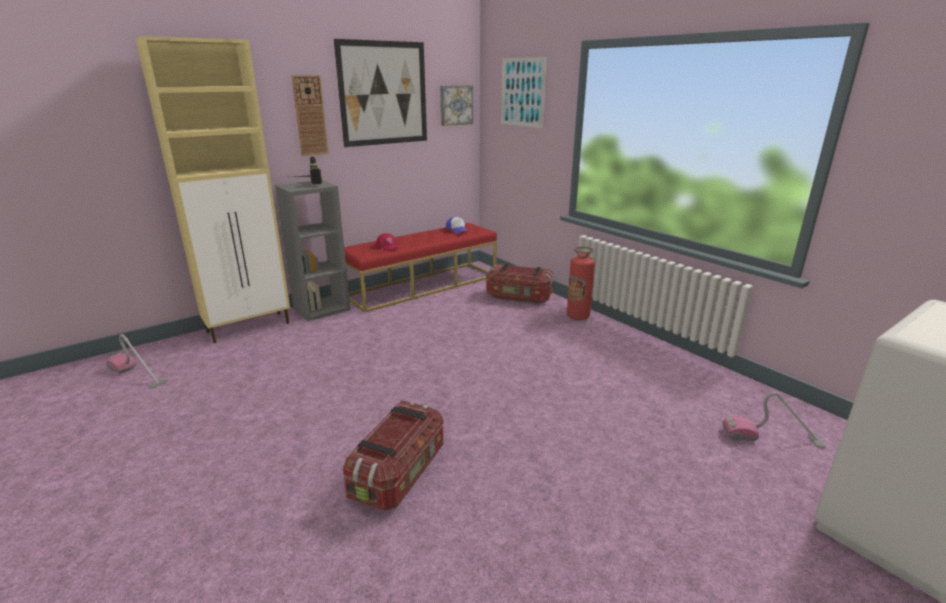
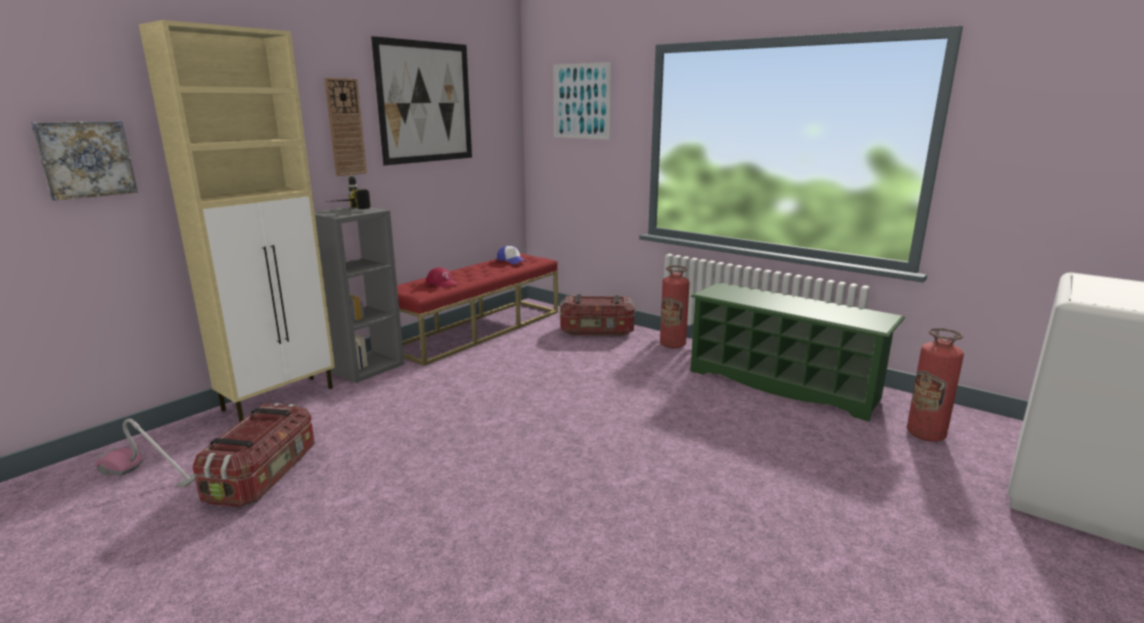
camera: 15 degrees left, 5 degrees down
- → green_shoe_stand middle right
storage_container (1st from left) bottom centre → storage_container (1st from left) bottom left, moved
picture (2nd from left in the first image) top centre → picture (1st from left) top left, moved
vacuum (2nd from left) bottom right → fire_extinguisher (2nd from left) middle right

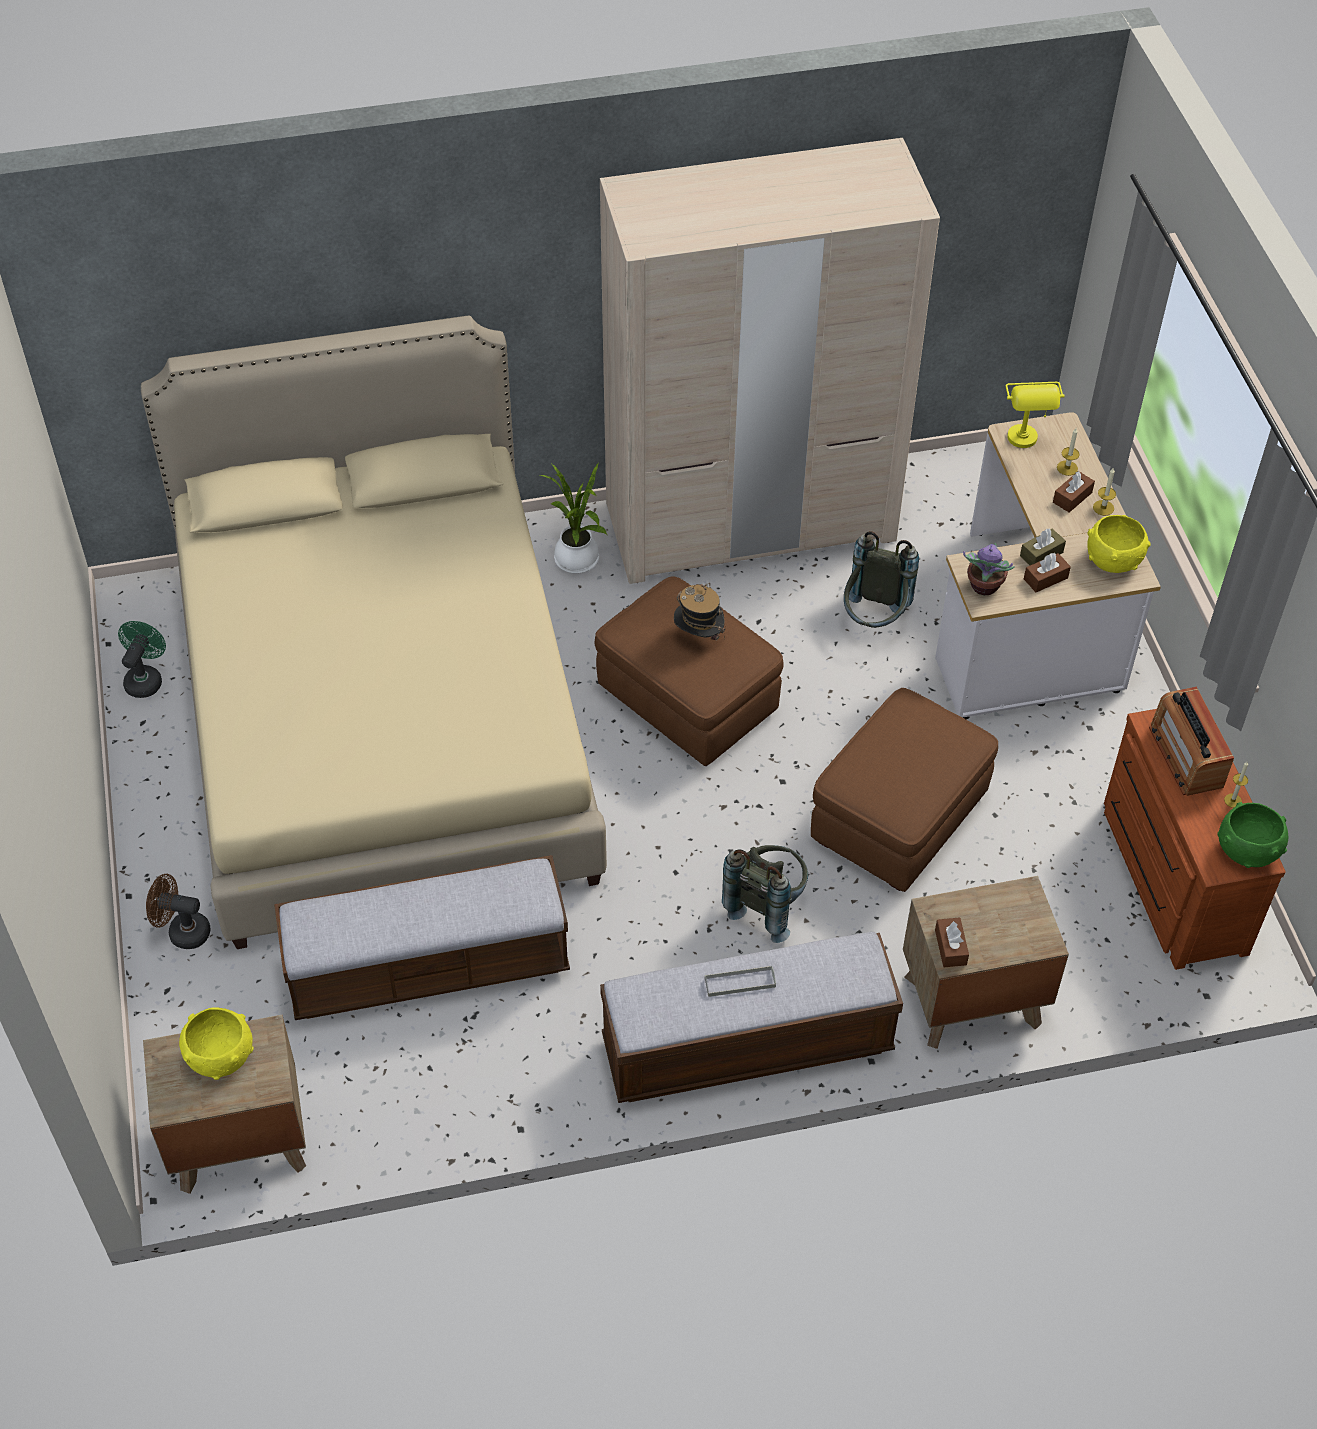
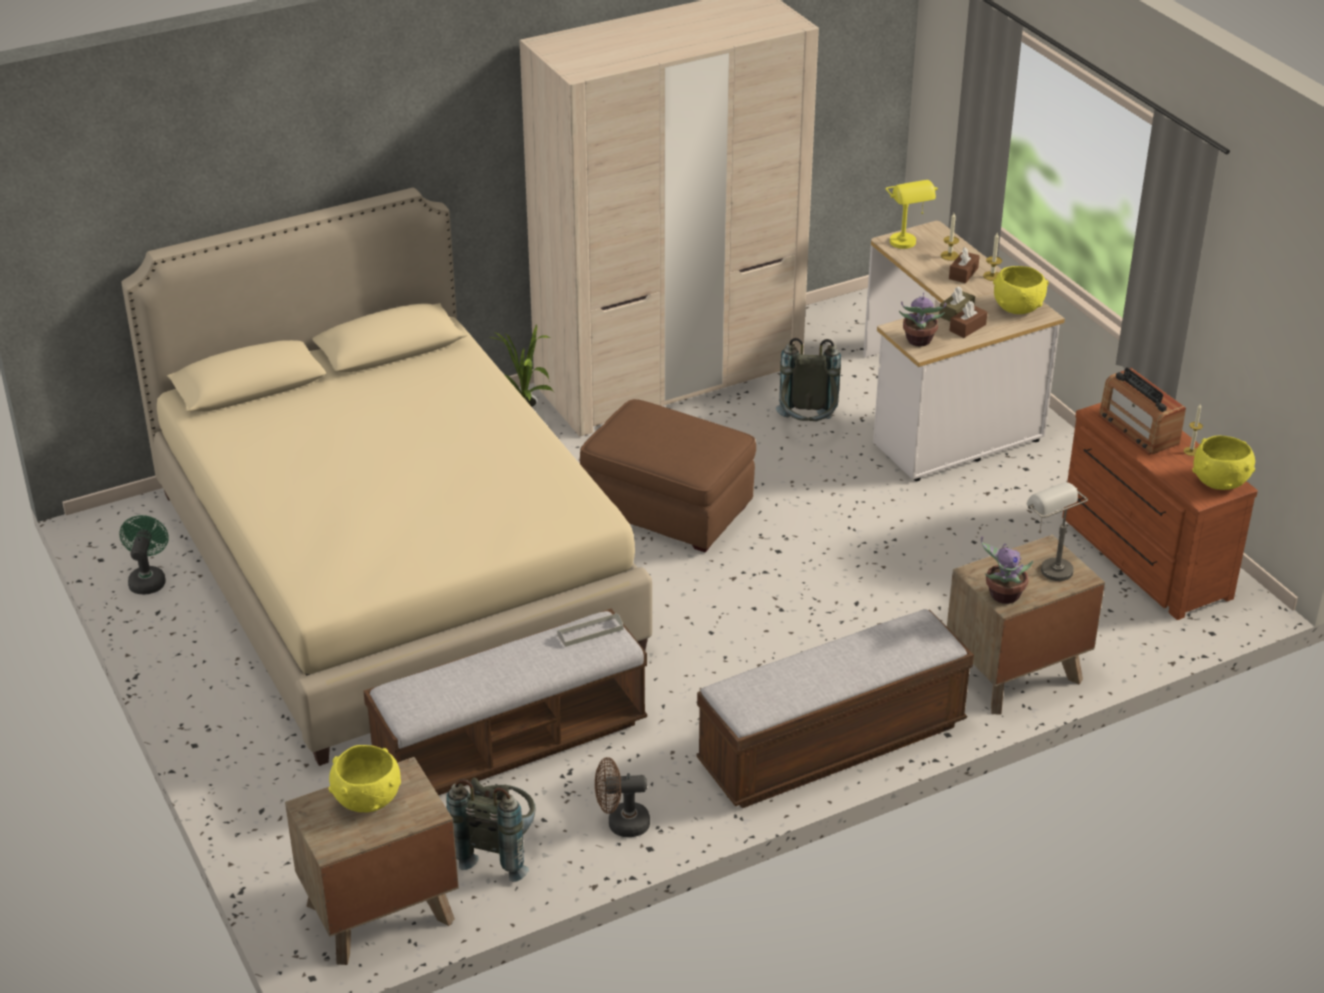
camera: 15 degrees left, 15 degrees down
wearable_hat centre → -
brown-coloured_pouffe (2nd from left) middle right → -
- → greyish_lamp_for_a_table middle right
brown-coloured_cooling_fan middle left → brown-coloured_cooling_fan bottom centre, moved
greyish_tray bottom centre → greyish_tray centre, moved
greyish_rucksack (1st from left) centre → greyish_rucksack (1st from left) bottom centre, moved
brown-coloured_tissue_holder (1st from left) middle right → plant_in_a_pot (3rd from left) middle right
green_serving_bowl middle right → yellow_serving_bowl (3rd from left) middle right

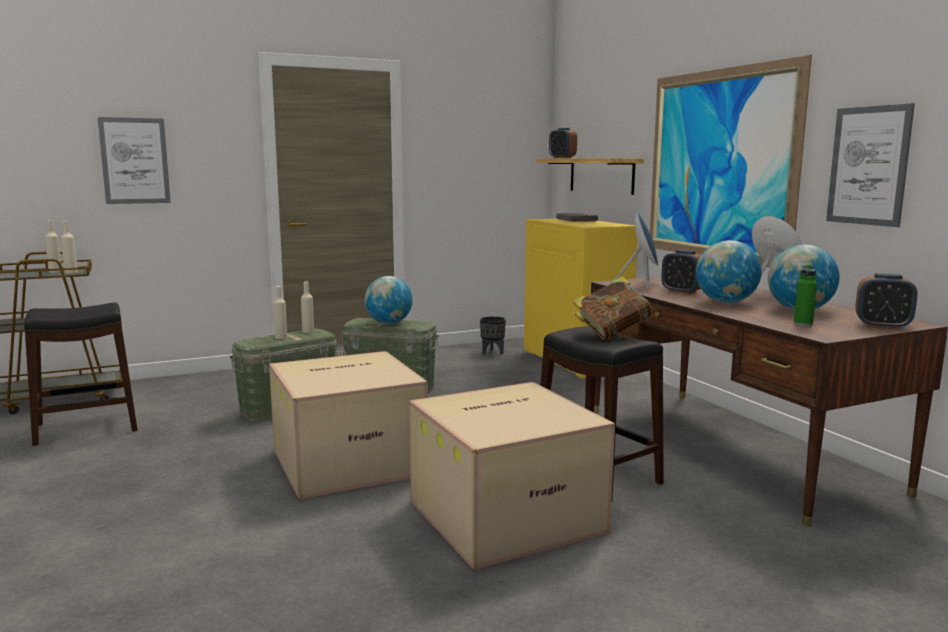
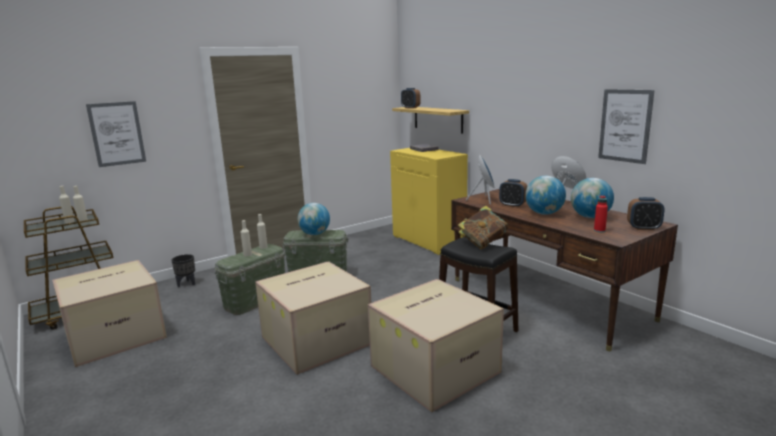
camera: 10 degrees left, 5 degrees up
picture (2nd from left) top right → -
black-coloured_planter centre → black-coloured_planter middle left, moved
black-coloured_sitting_stool (1st from left) middle left → cardboard_box (1st from left) bottom left
green_bottle middle right → red-coloured_bottle middle right

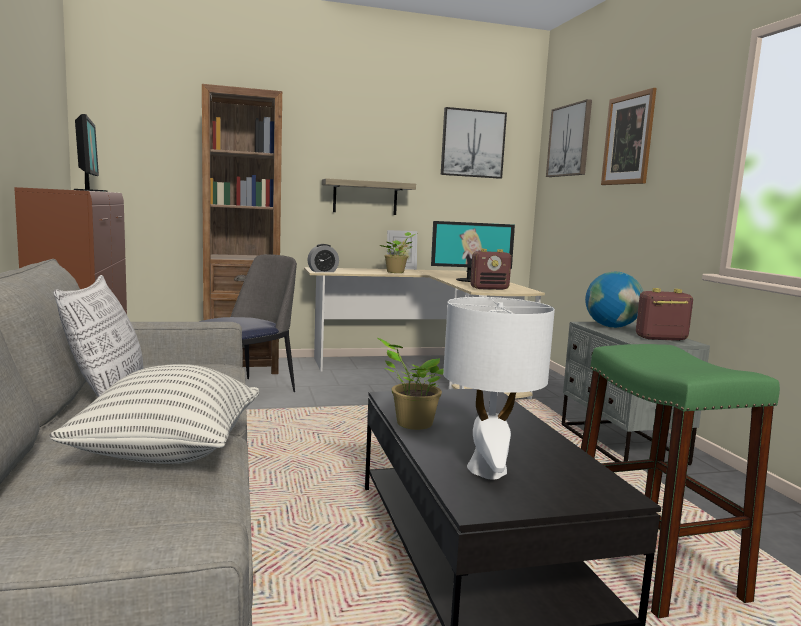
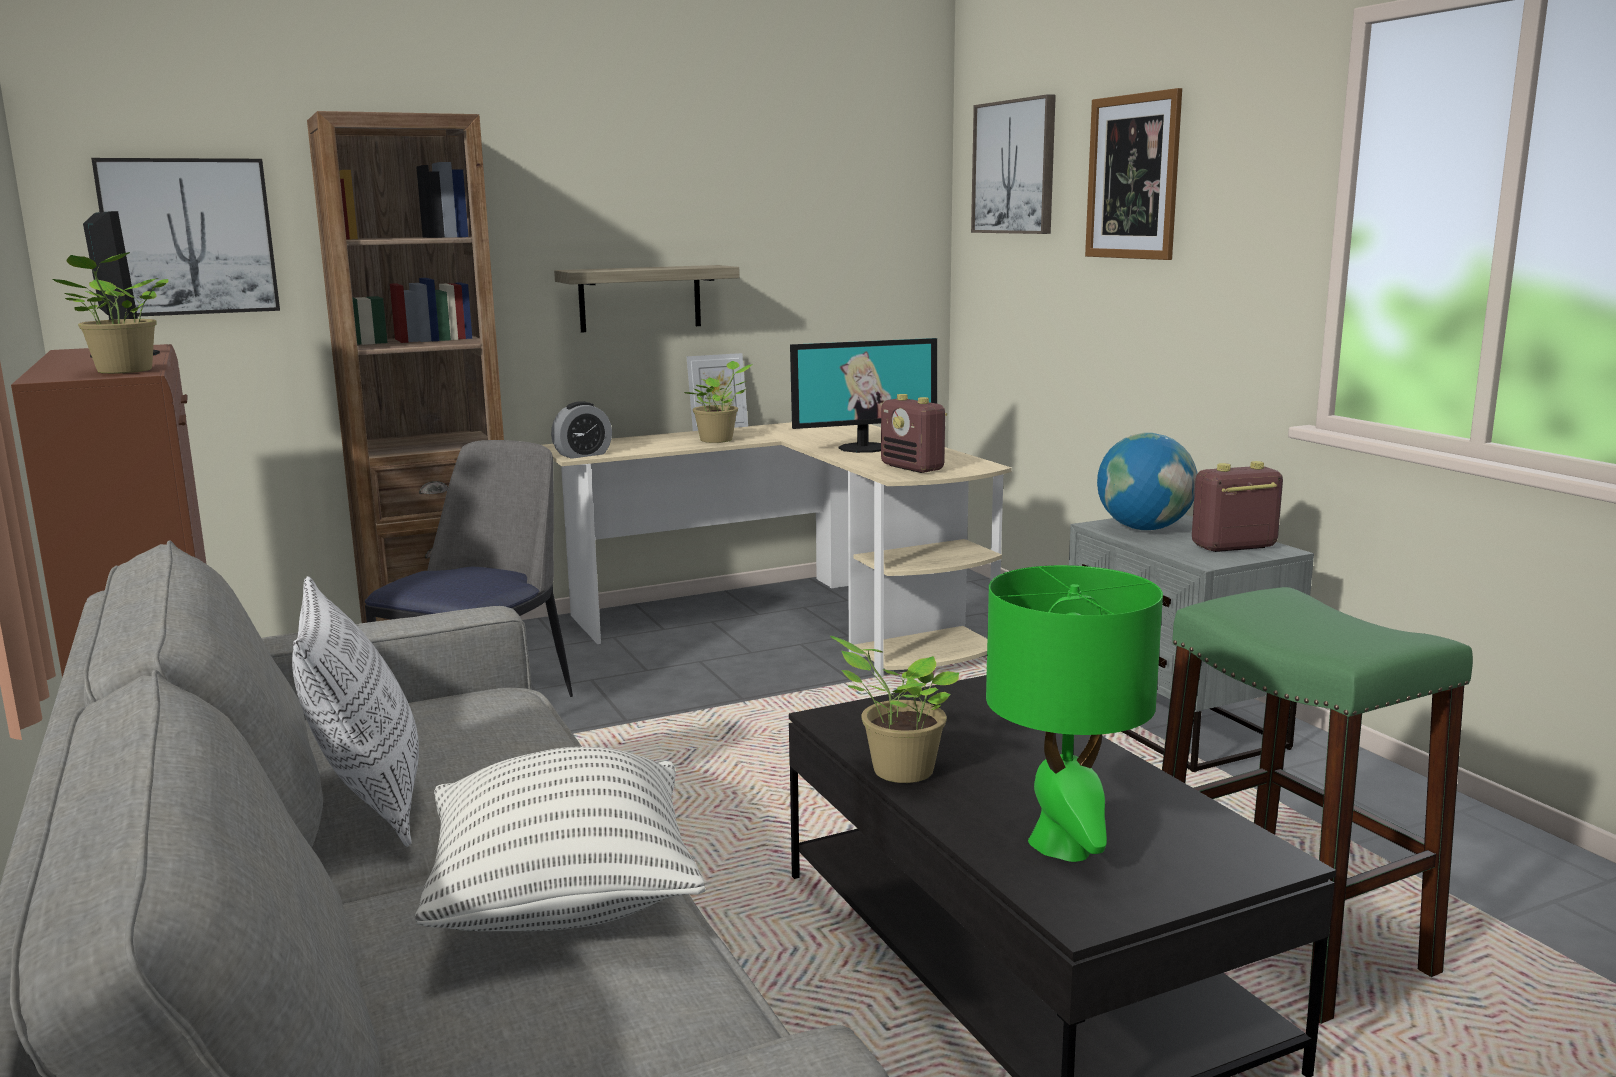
camera: 10 degrees left, 5 degrees up
- → plant_in_a_pot (1st from left) top left
picture (1st from left) top centre → picture (1st from left) top left, moved
whitish_lamp_for_a_table centre → green_lamp_for_a_table centre
radio (1st from left) centre, 75 degrees clockwise

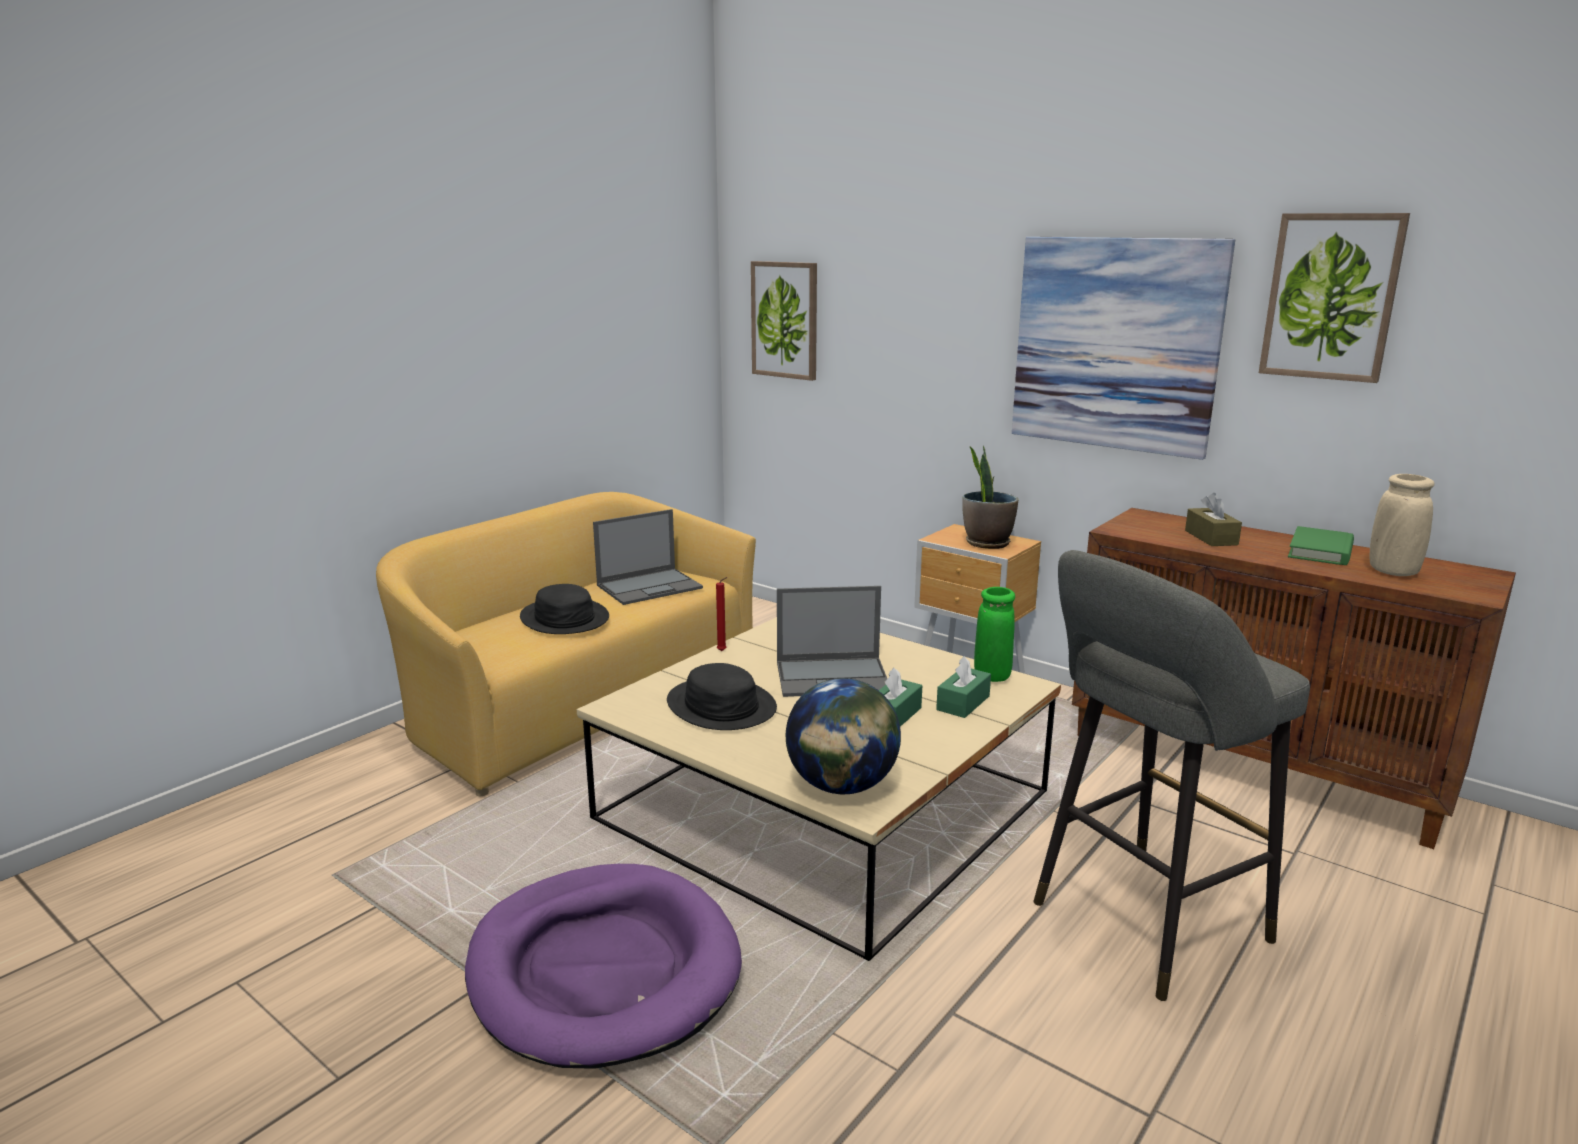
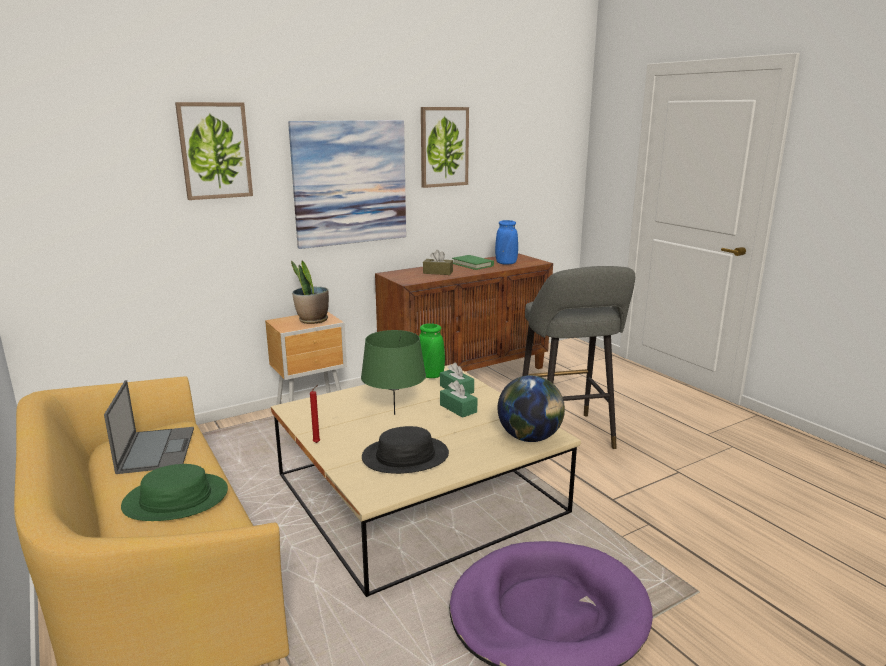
camera: 70 degrees left, 0 degrees up
picture (1st from left) top centre → picture (1st from left) top left, moved
portable_computer (2nd from left) centre → green_lamp_for_a_table centre
black-coloured_wearable_hat (1st from left) centre → green_wearable_hat bottom left
beige-coloured_flower_vase middle right → blue-coloured_flower_vase centre

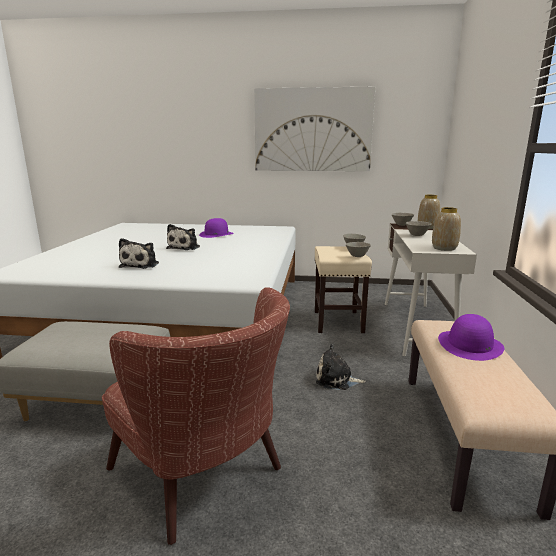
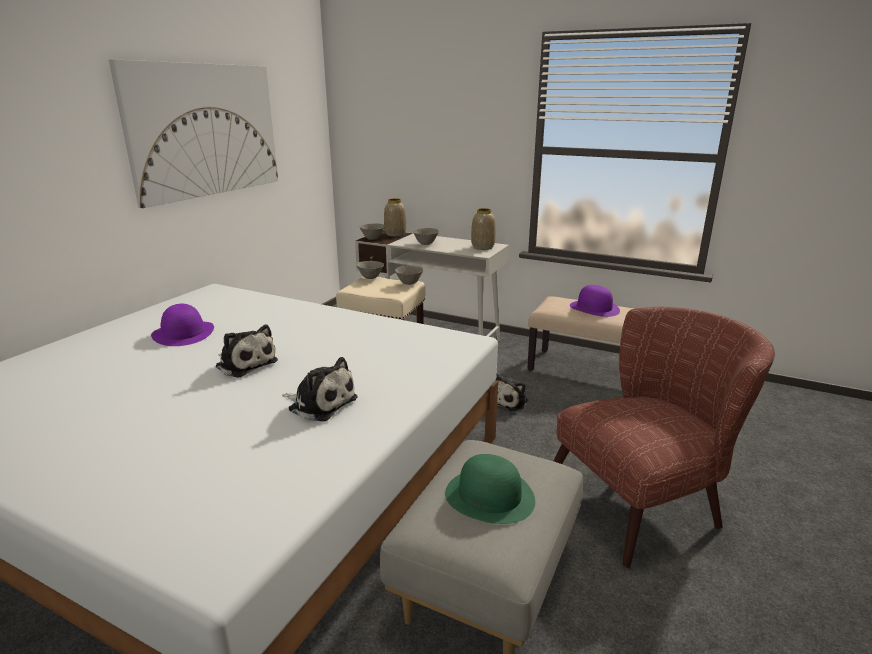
camera: 70 degrees left, 5 degrees up
- → green_wearable_hat bottom centre

